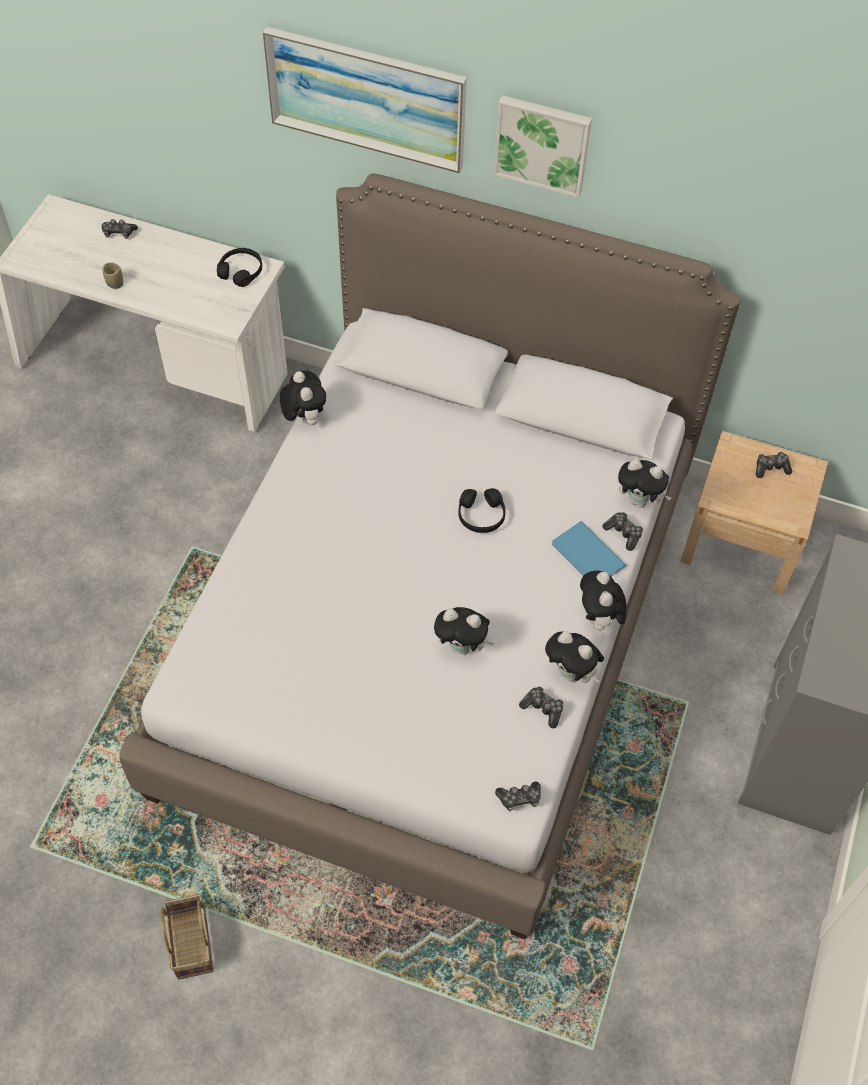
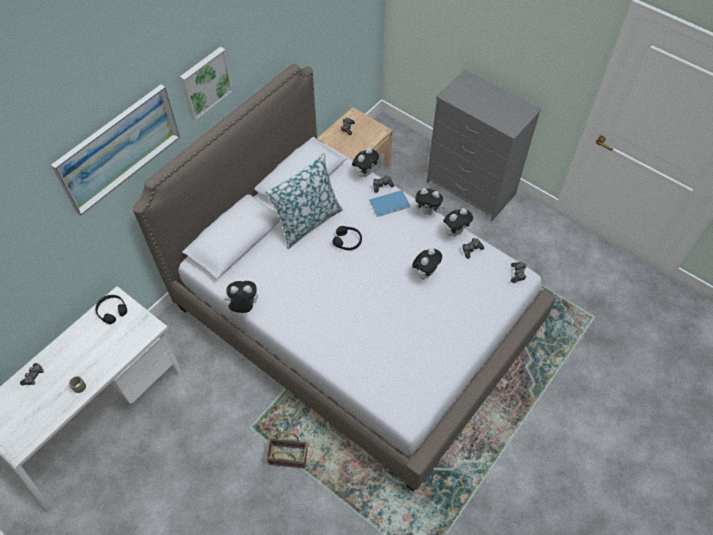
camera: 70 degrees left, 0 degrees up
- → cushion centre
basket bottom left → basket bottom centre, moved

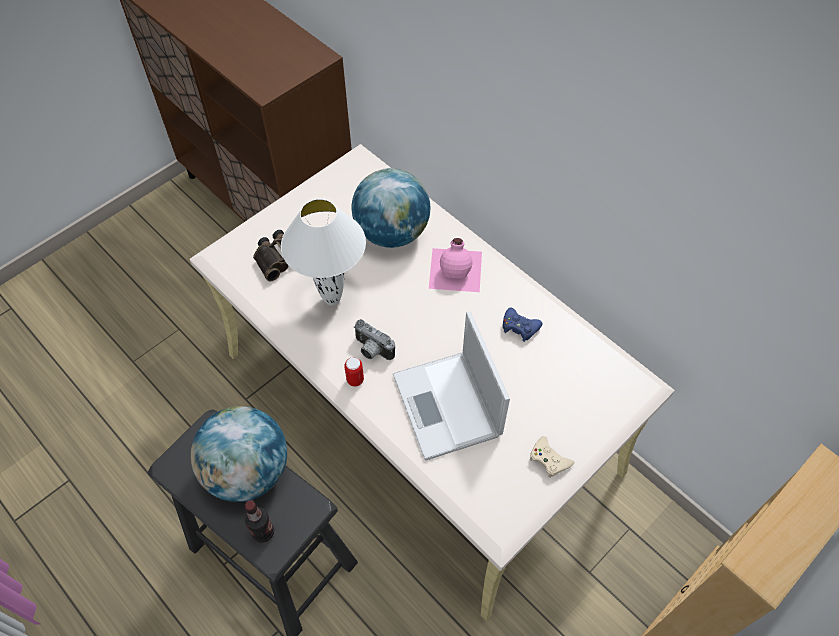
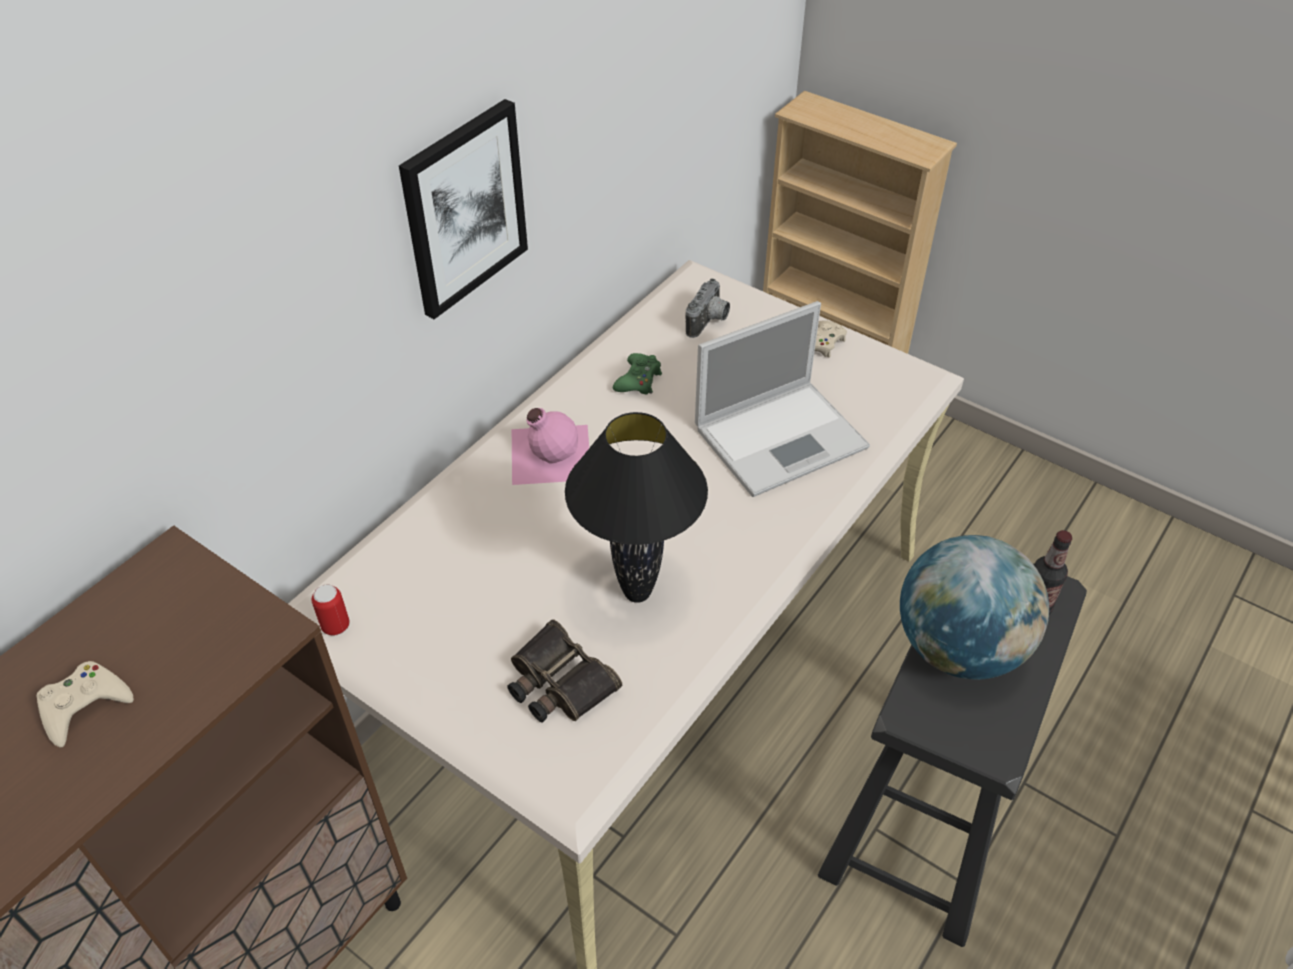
camera: 100 degrees left, 10 degrees down
world_globe (2nd from left) top centre → -
- → beige-coloured_gamepad (1st from left) bottom left
- → picture top centre
can centre → can middle left, moved
photo_camera centre → photo_camera top centre, moved
whitish_lamp_for_a_table centre → black-coloured_lamp_for_a_table centre
blue-coloured_gamepad centre → green_gamepad centre

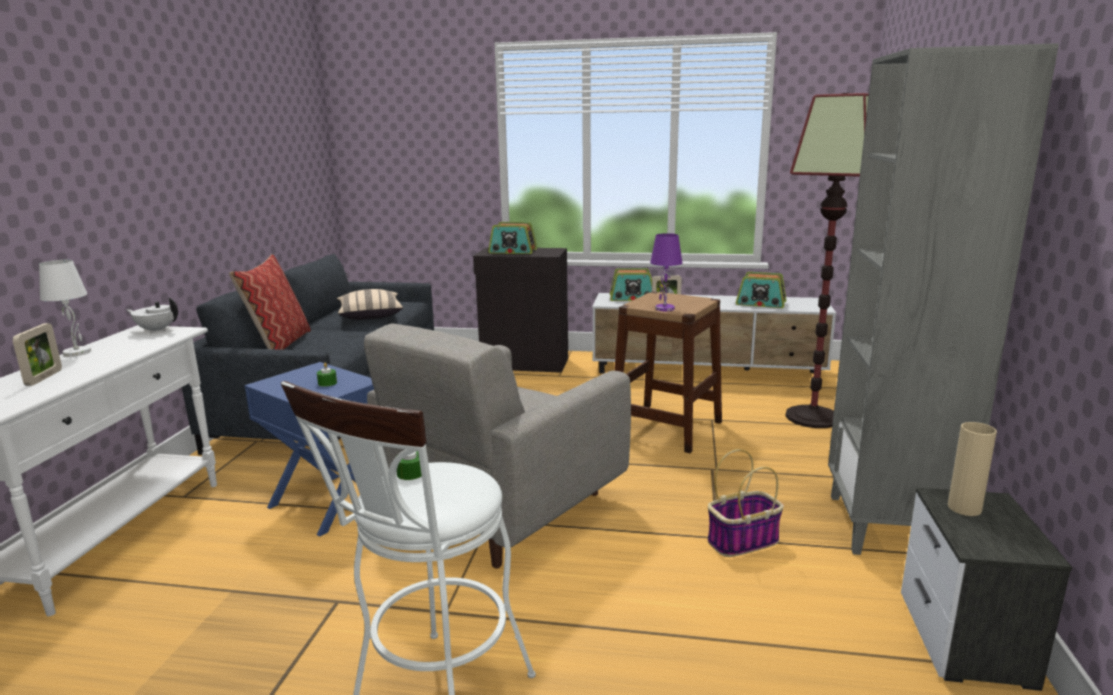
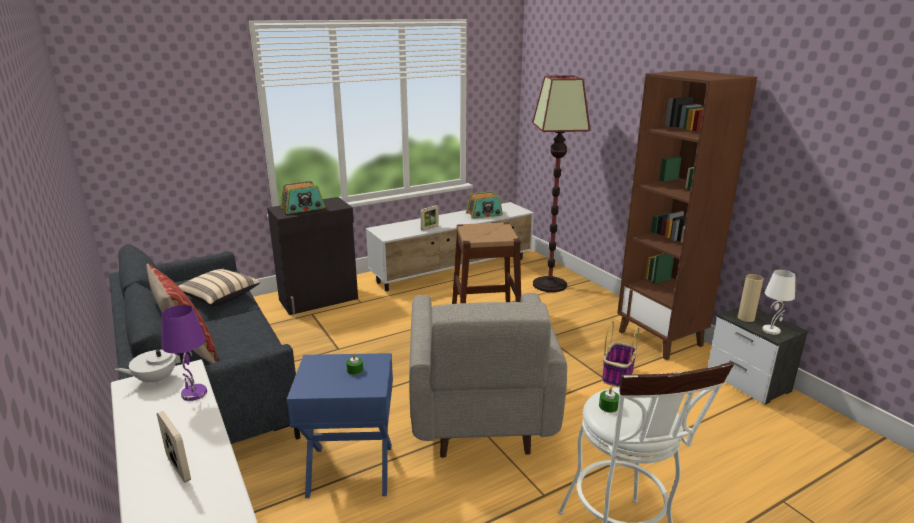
camera: 40 degrees left, 5 degrees up
radio (2nd from left) centre → -
whitish_lamp_for_a_table middle left → whitish_lamp_for_a_table middle right, moved
purple-coloured_lamp_for_a_table centre → purple-coloured_lamp_for_a_table bottom left, moved
greyish_bookshelf middle right → brown-coloured_bookshelf middle right

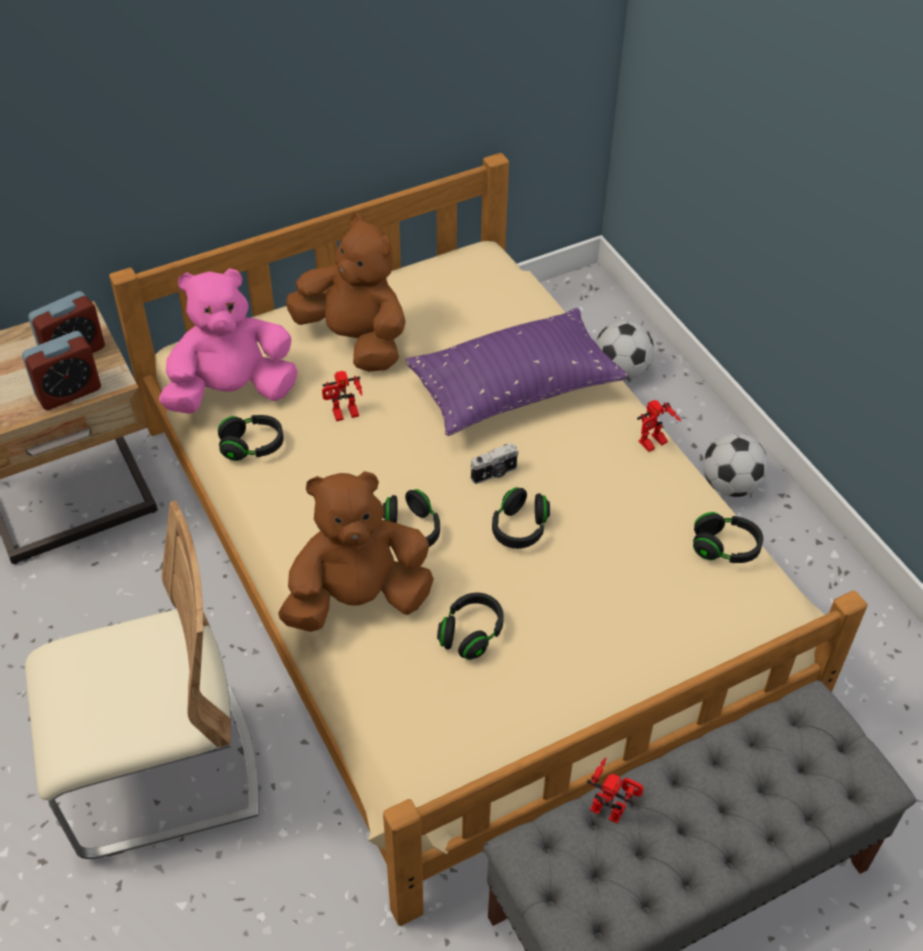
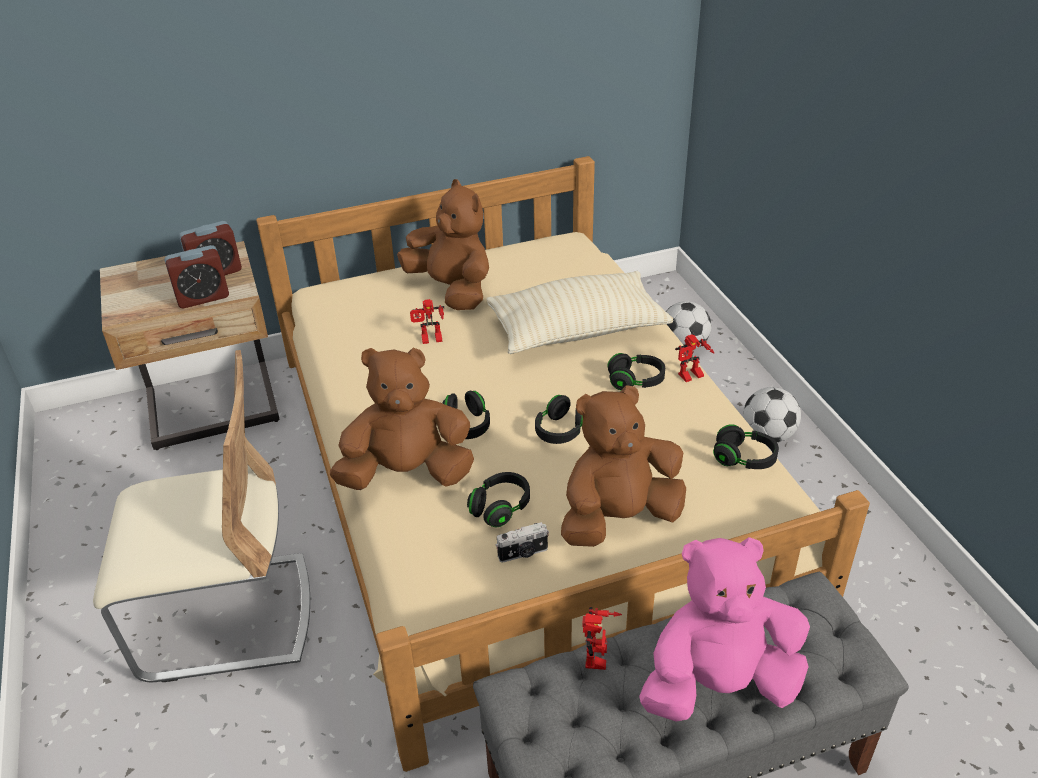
camera: 10 degrees right, 10 degrees down
- → brown-coloured_plush_toy (3rd from left) centre
pinkish_plush_toy middle left → pinkish_plush_toy bottom right, moved
black-coloured_pair_of_headphones (1st from left in the first image) middle left → black-coloured_pair_of_headphones (4th from left) centre, moved
photo_camera centre → photo_camera bottom centre, moved
purple-coloured_cushion centre → beige-coloured_cushion centre
robot_figure (2nd from left) bottom centre, 60 degrees clockwise

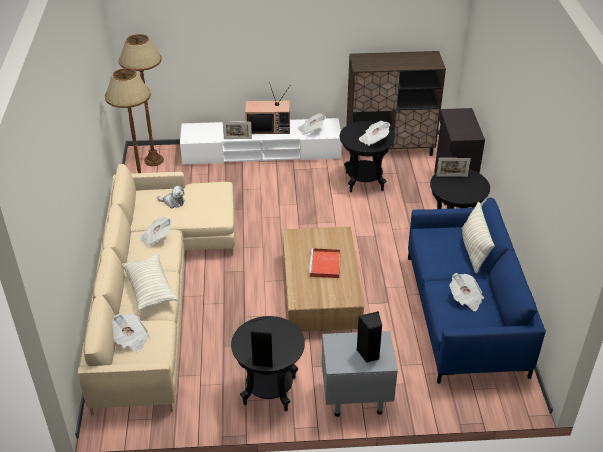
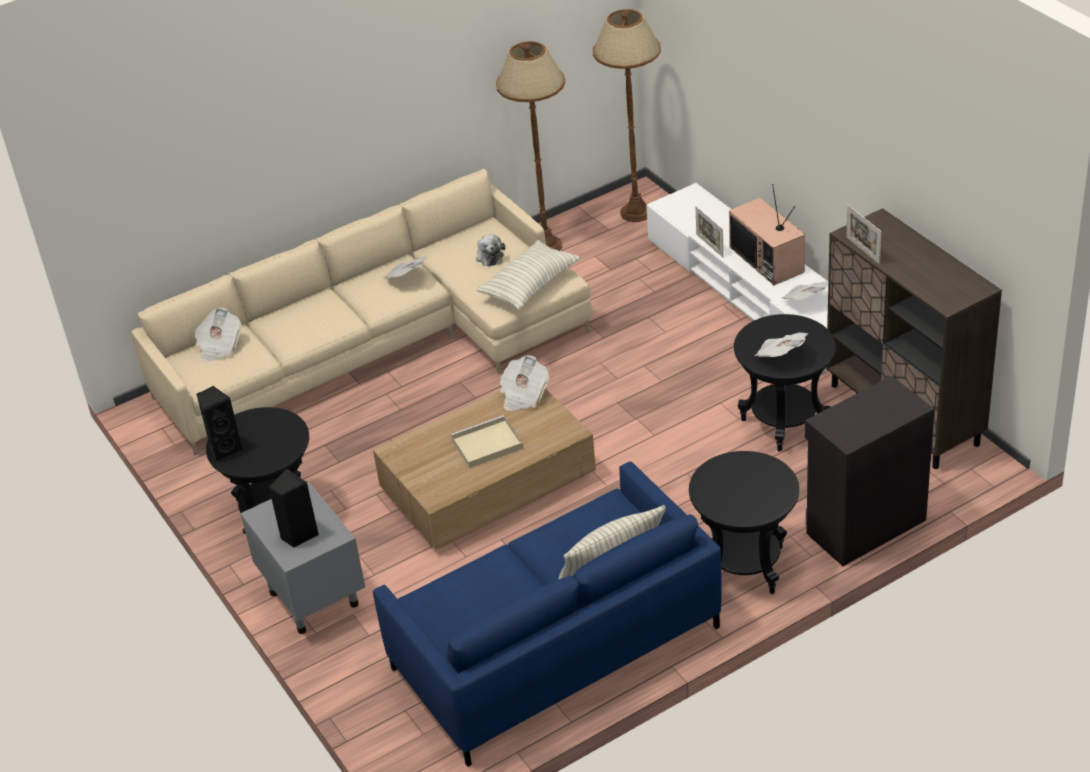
camera: 65 degrees right, 0 degrees up
cushion (1st from left) middle left → cushion (1st from left) centre, moved
photo_frame (2nd from left) middle right → photo_frame (2nd from left) top right, moved
newspaper (5th from left in the first image) middle right → newspaper (3rd from left) centre, moved
red-coloured_tray centre → beige-coloured_tray centre

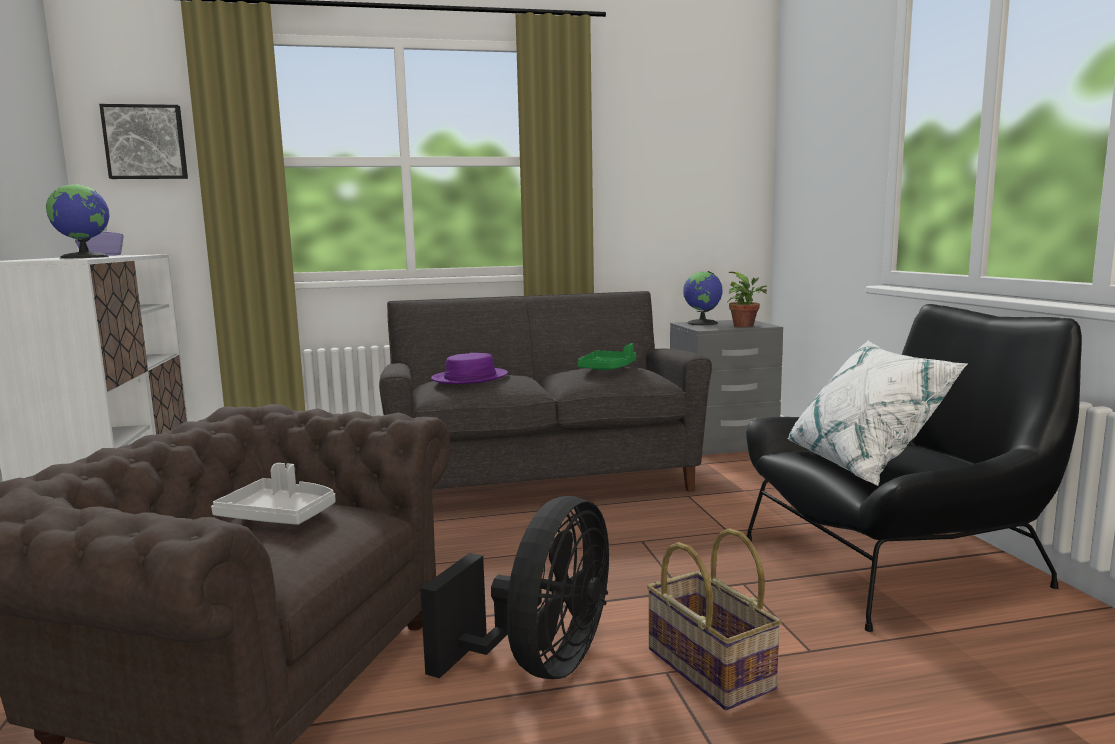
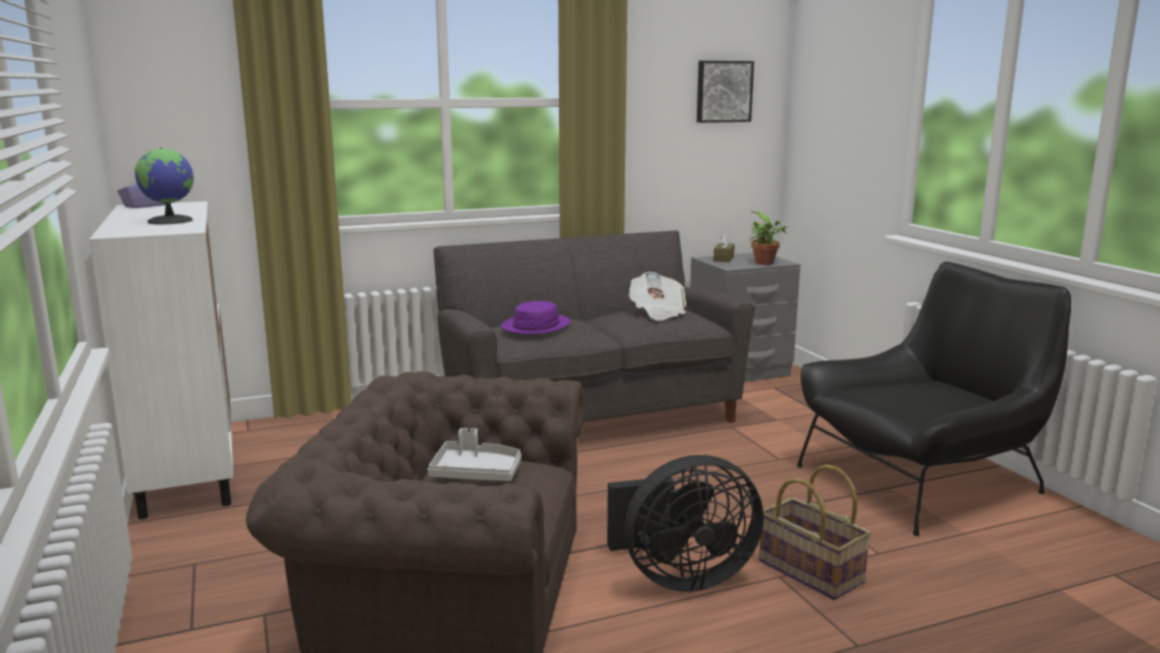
camera: 10 degrees left, 5 degrees up
whitish_cushion middle right → -
picture top left → picture top centre, moved
green_tray centre → newspaper centre
world_globe (2nd from left) centre → brown-coloured_tissue_holder centre
black-coloured_cooling_fan bottom centre, 60 degrees clockwise

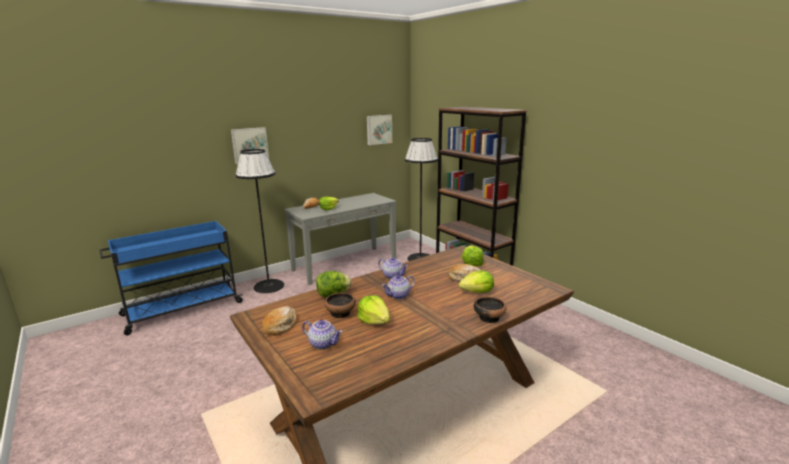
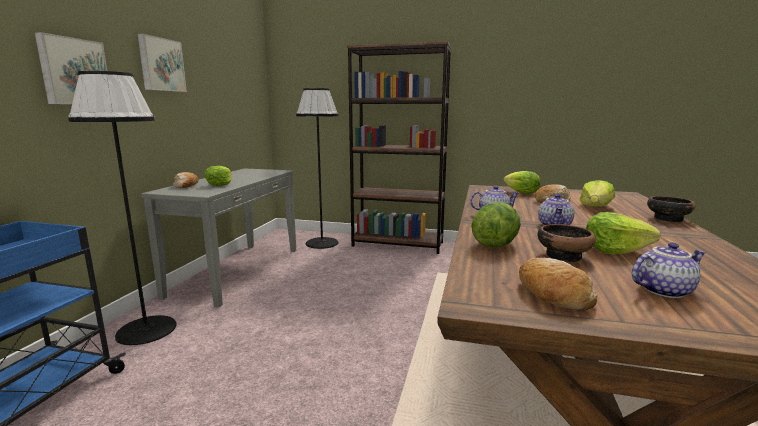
camera: 40 degrees left, 5 degrees down
picture (2nd from left) top centre → picture (2nd from left) top left, moved

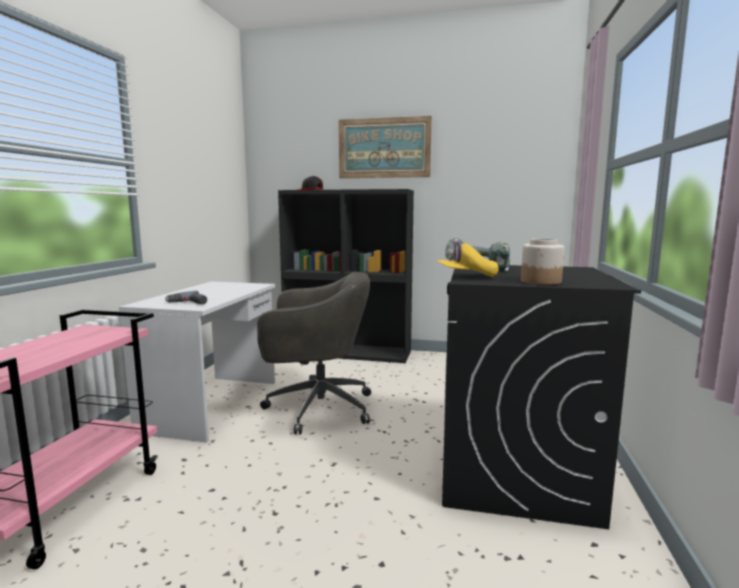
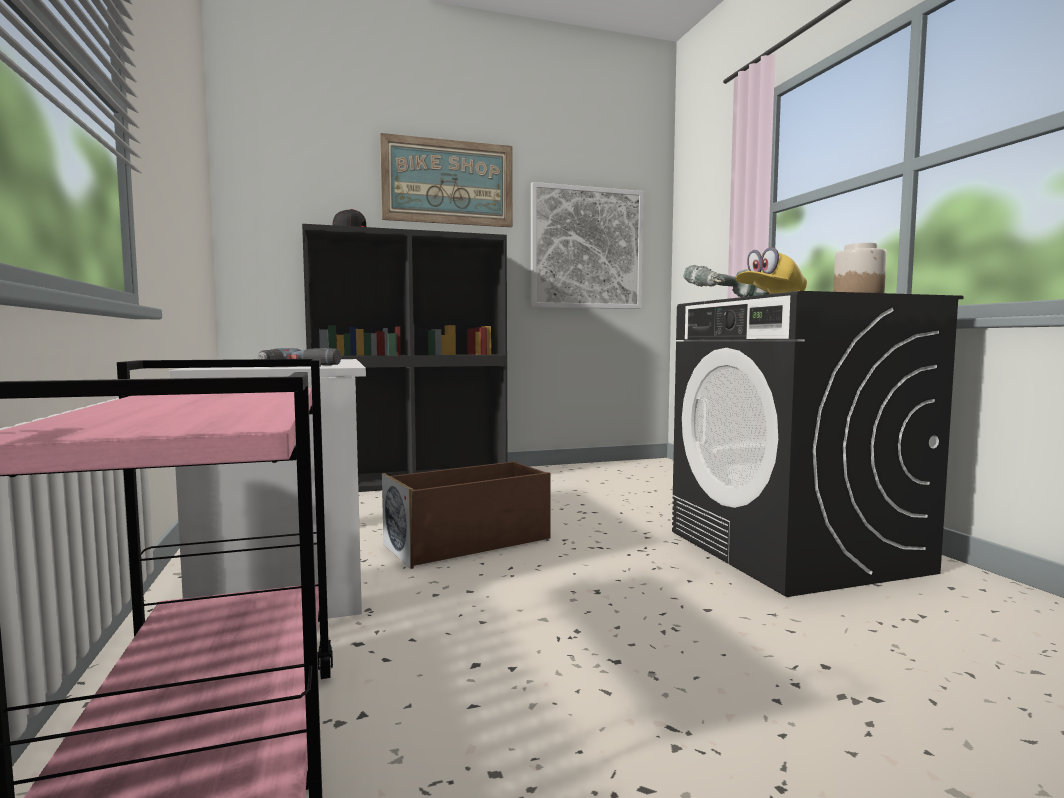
camera: 30 degrees left, 5 degrees down
- → picture (2nd from left) top centre
greyish_desk_chair centre → brown-coloured_storage_container centre

